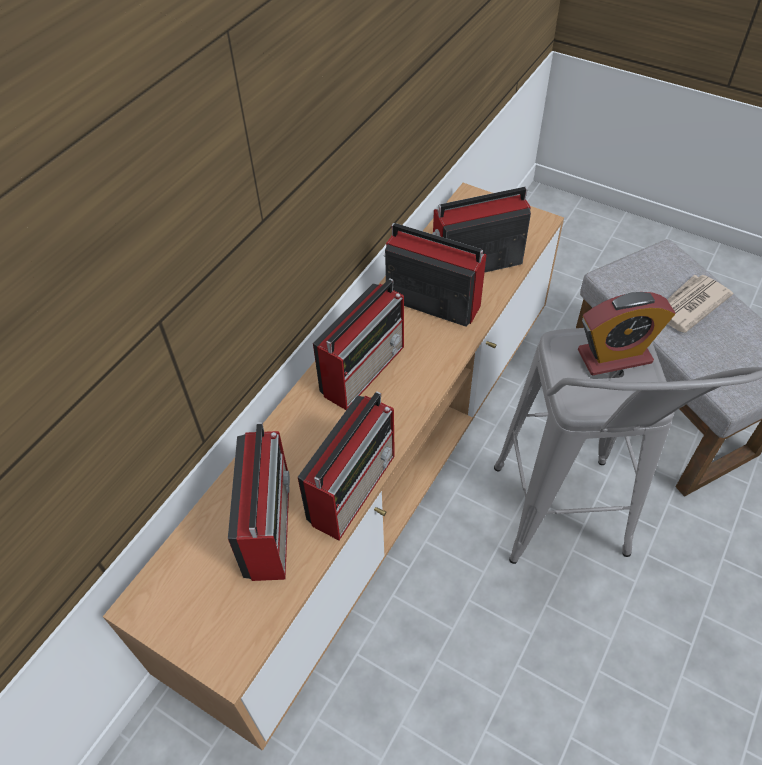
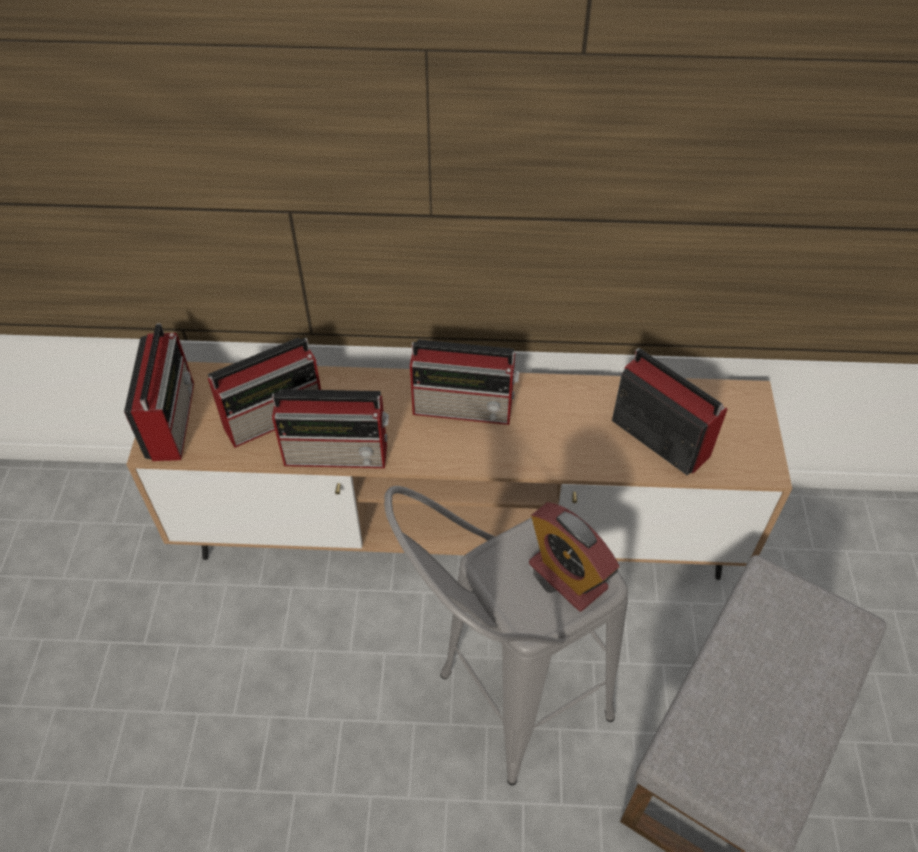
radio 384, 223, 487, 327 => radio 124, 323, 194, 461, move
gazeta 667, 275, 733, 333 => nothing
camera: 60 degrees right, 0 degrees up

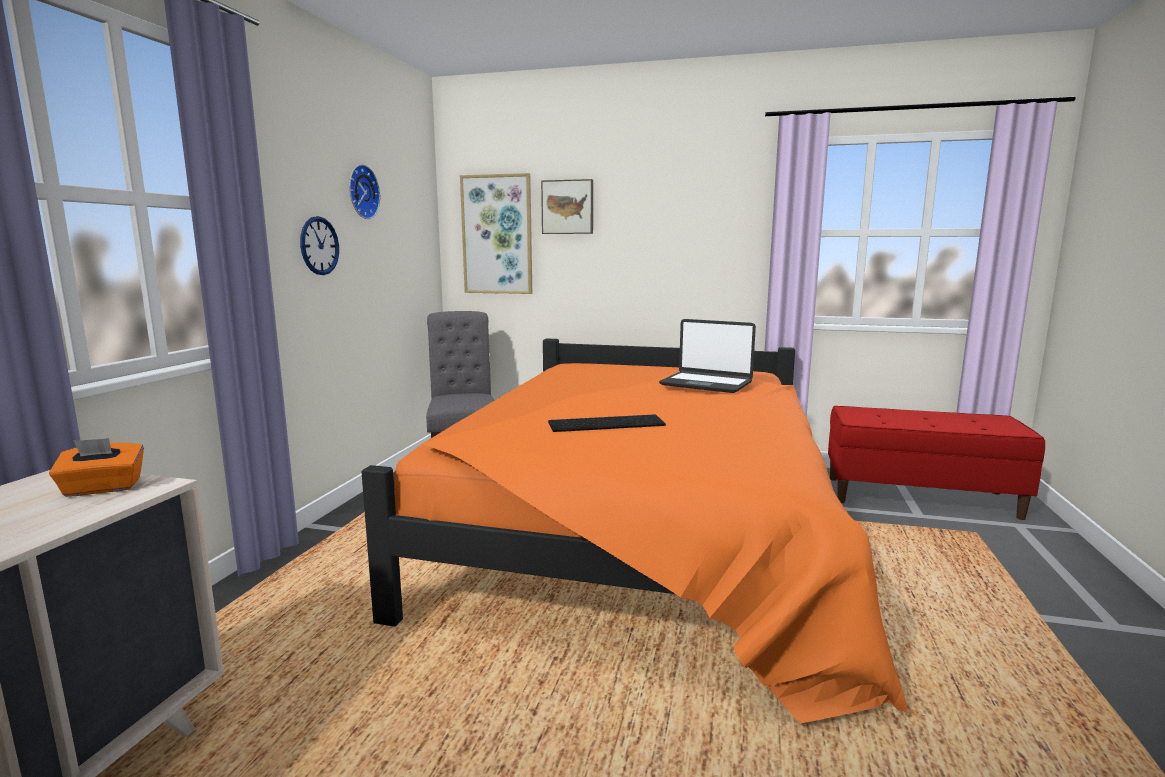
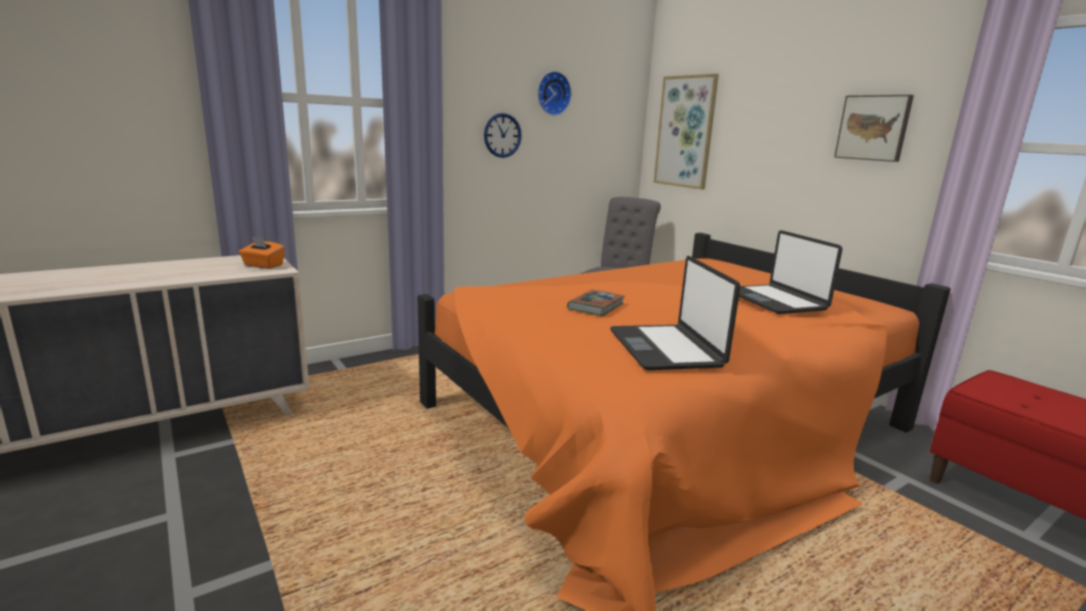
obraz 541, 179, 593, 234 => obraz 834, 95, 914, 162, move
klawiatura 548, 414, 666, 432 => książka 567, 290, 625, 316
nothing => laptop 610, 256, 740, 370
camera: 40 degrees right, 5 degrees up

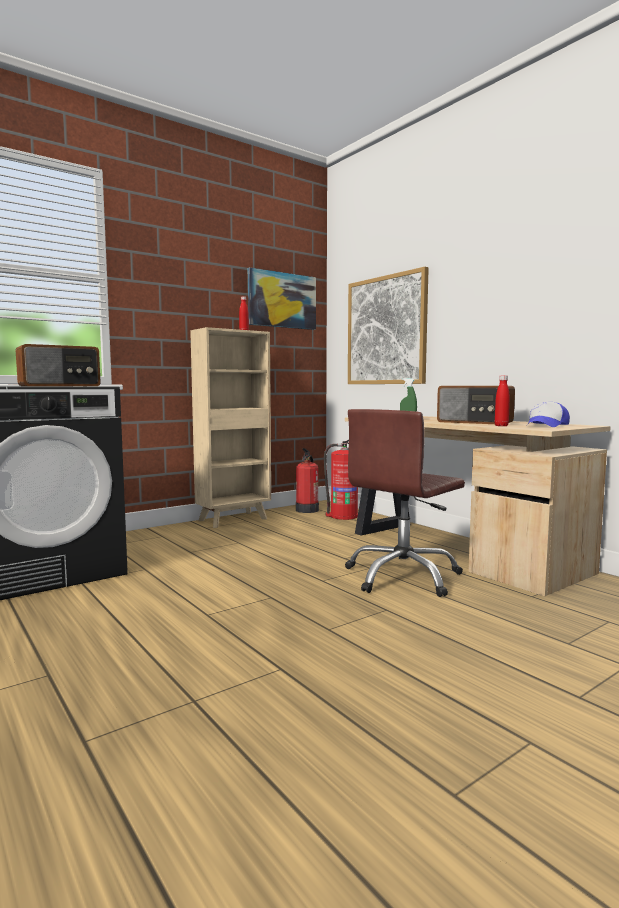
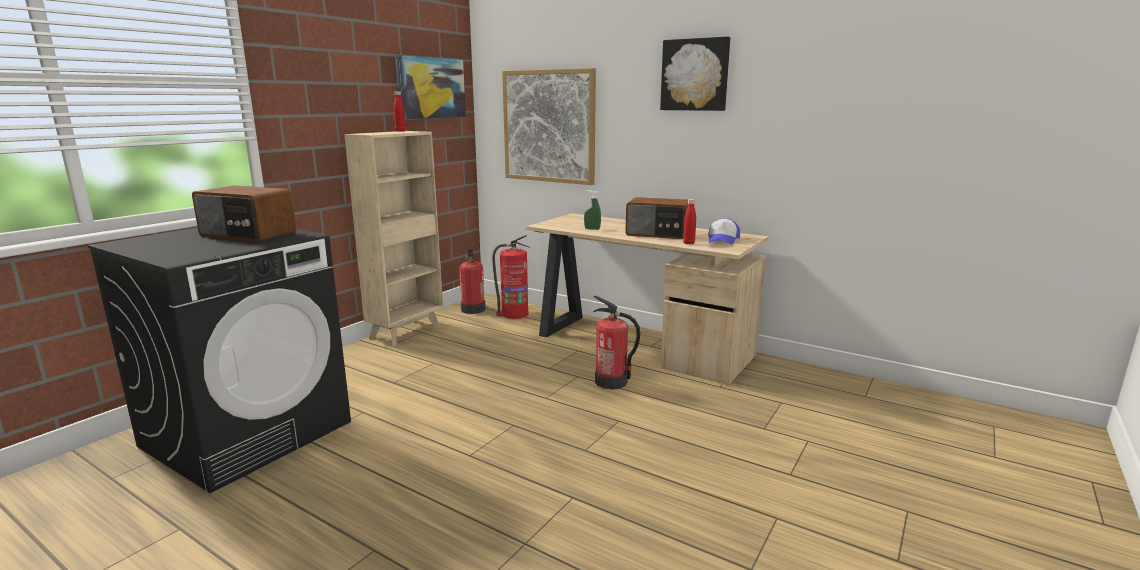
radio 16, 344, 101, 386 => radio 192, 185, 296, 242, 75 degrees clockwise
krzesło biurowe [brązowy] 345, 409, 465, 597 => gaśnica 593, 296, 640, 390
nothing => obraz 660, 37, 730, 111
camera: 20 degrees left, 10 degrees up

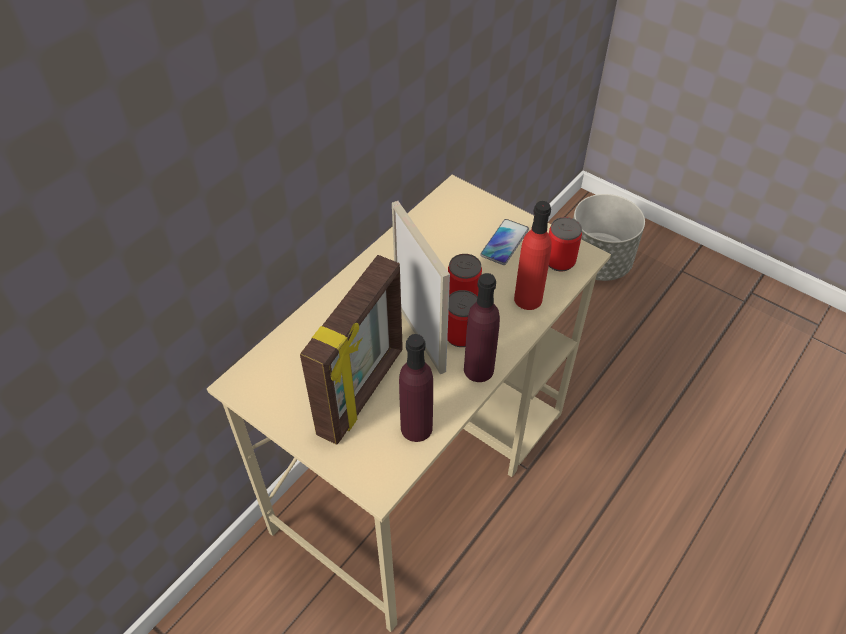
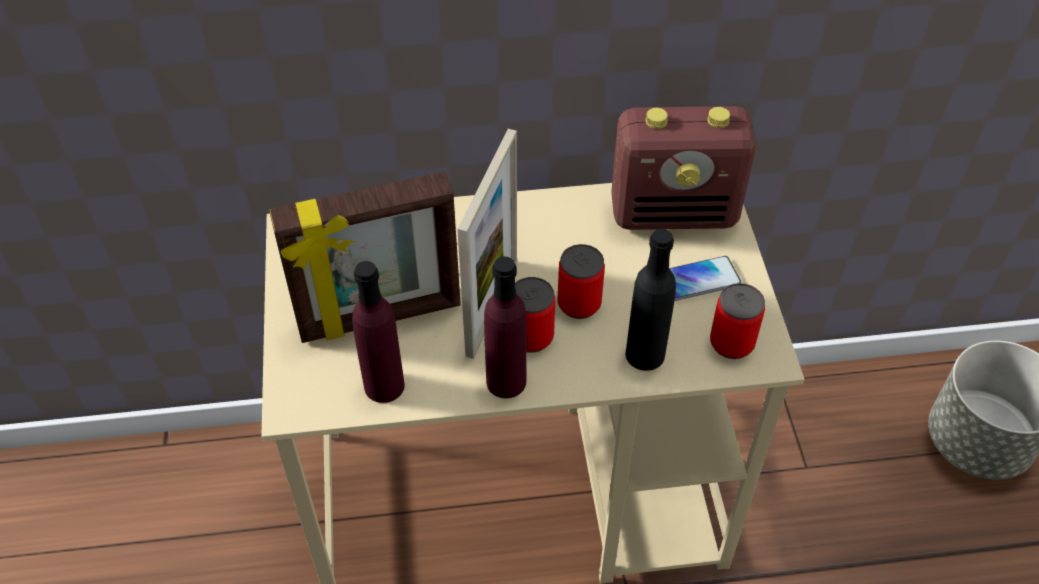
butelka [czerwony] 514, 201, 552, 310 => butelka [czarny] 625, 229, 676, 371
nothing => radio 611, 106, 756, 230
camera: 45 degrees right, 0 degrees up

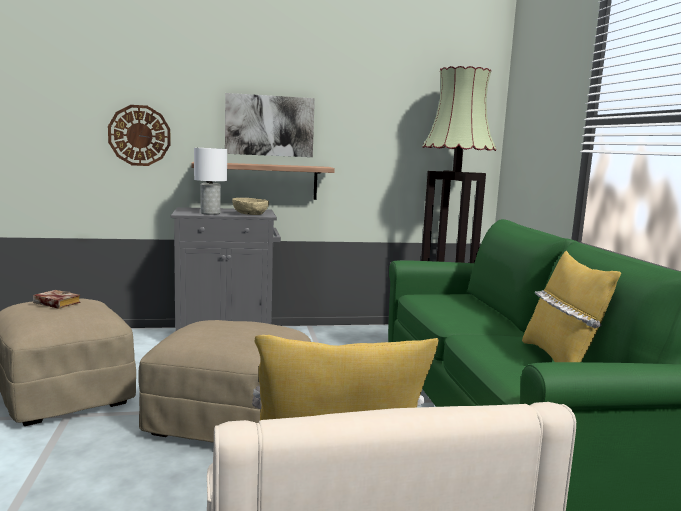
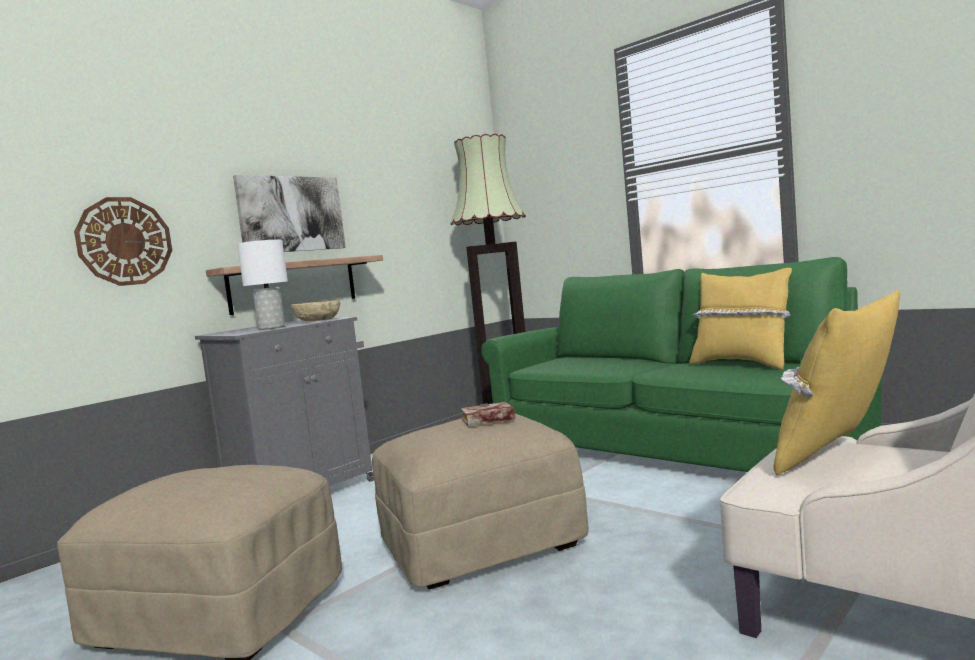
książka 33, 290, 81, 309 => książka 461, 402, 515, 426, move
camera: 35 degrees left, 5 degrees down

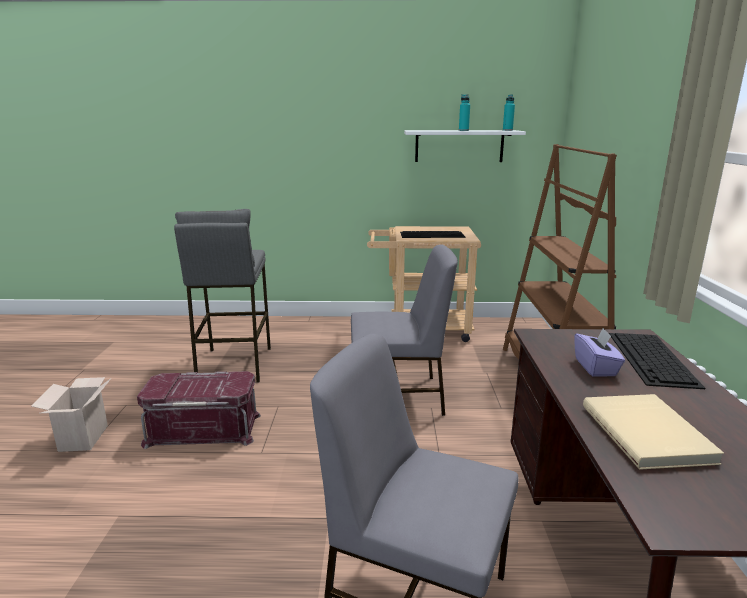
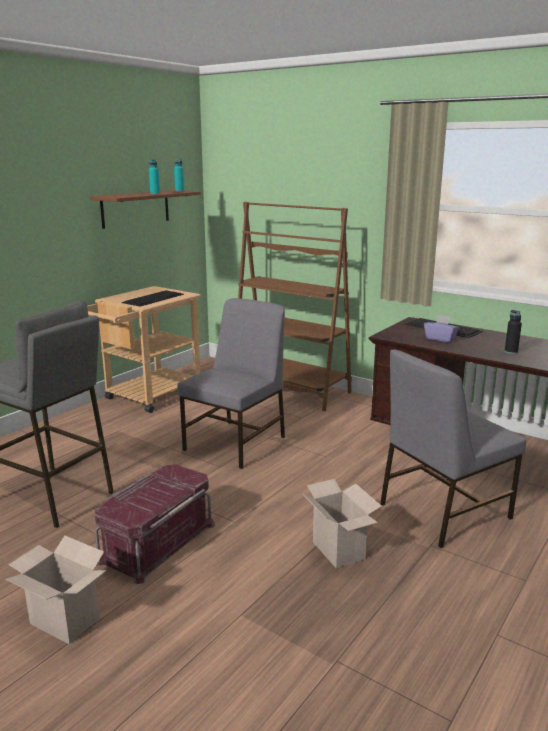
półka [biały] 404, 130, 526, 162 => półka [brązowy] 90, 190, 201, 229
książka [beżowy] 583, 394, 724, 470 => butelka [czarny] 505, 310, 522, 354
nothing => karton 302, 479, 382, 568
camera: 55 degrees left, 0 degrees up

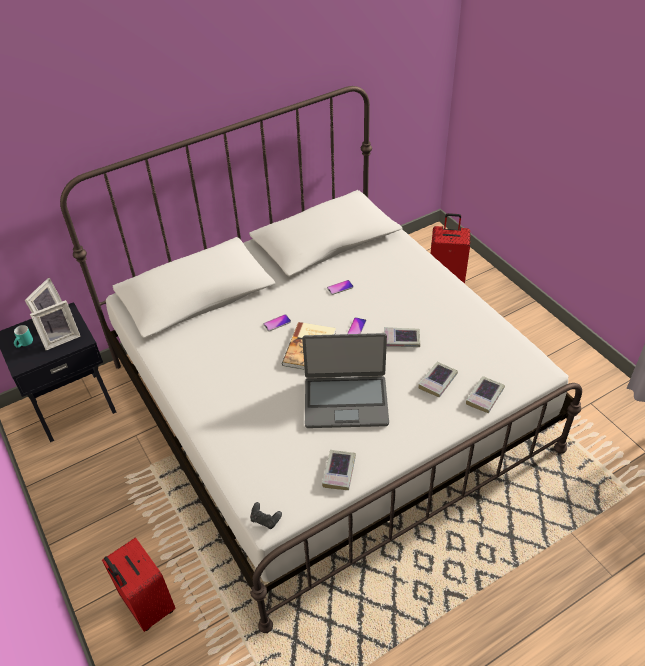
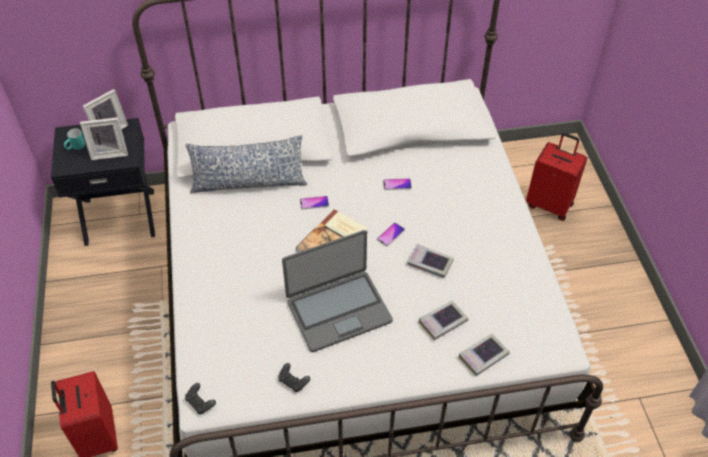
laptop 302, 333, 389, 428 => laptop 282, 230, 393, 352, 45 degrees counterclockwise
książka 322, 450, 356, 490 => pad do gier [czarny] 278, 363, 310, 392
nothing => poduszka 186, 135, 307, 193
camera: 20 degrees right, 5 degrees up

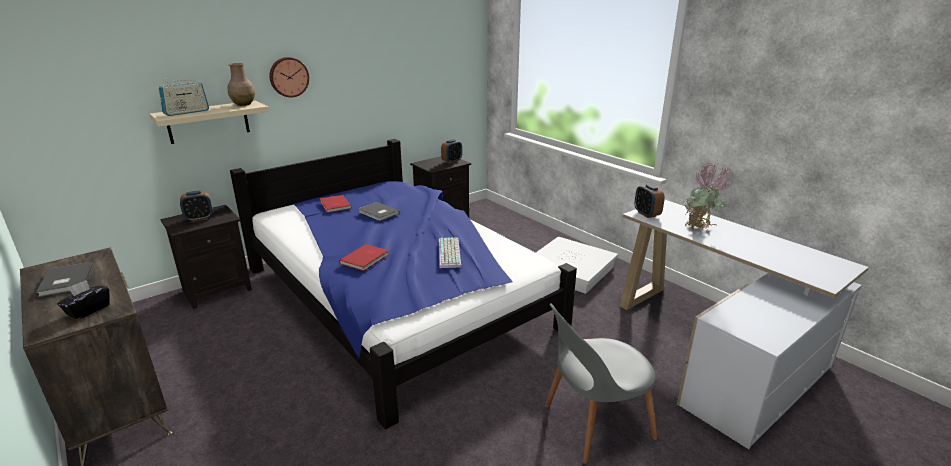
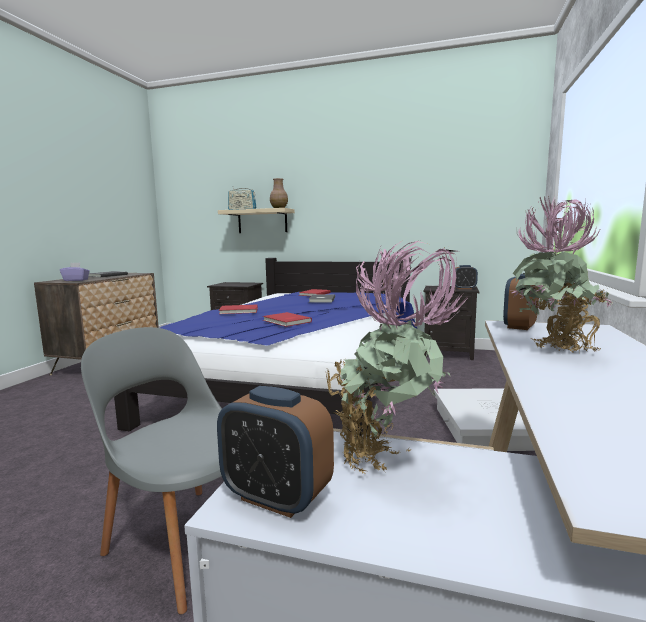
pudełko chusteczek [czarny] 57, 280, 110, 320 => pudełko chusteczek [fioletowy] 60, 263, 90, 281
budzik 180, 191, 213, 222 => budzik 217, 386, 334, 518, move
zegar ścienny 270, 57, 309, 98 => nothing
klawiatura 439, 237, 462, 268 => książka [czerwony] 263, 312, 312, 327
nothing => roślina doniczkowa 326, 239, 470, 475
camera: 55 degrees right, 15 degrees down

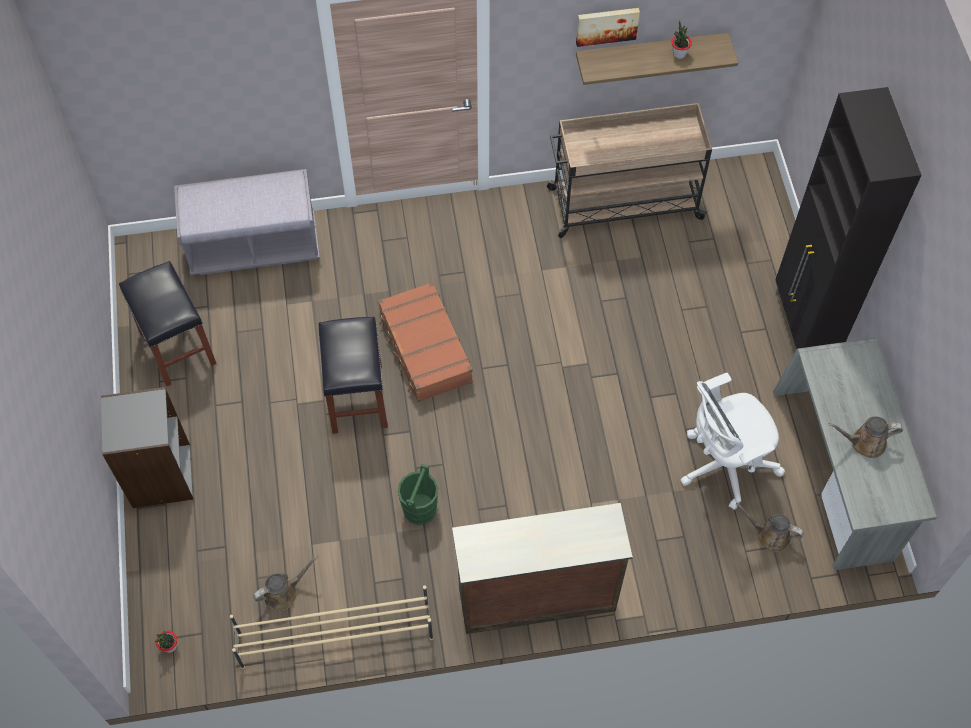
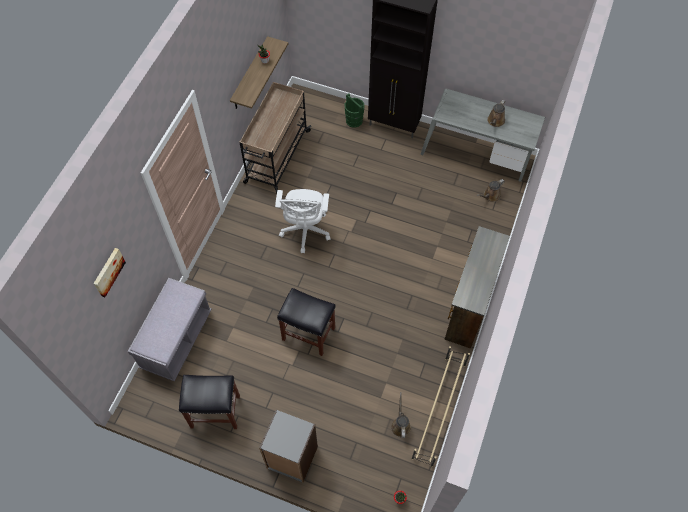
walizka [brązowy] 378, 282, 473, 402 => nothing
wiadro [zielony] 397, 464, 438, 525 => wiadro [zielony] 345, 94, 365, 128, move
obraz 576, 8, 640, 47 => obraz 93, 248, 126, 297, move
krzesło biurowe [biały] 681, 373, 785, 510 => krzesło biurowe [biały] 275, 189, 331, 253, move
camera: 60 degrees left, 0 degrees up

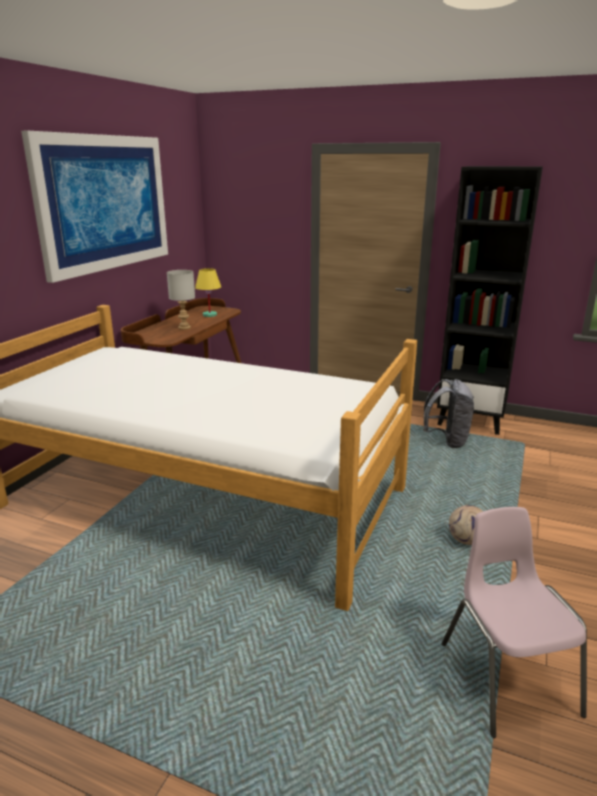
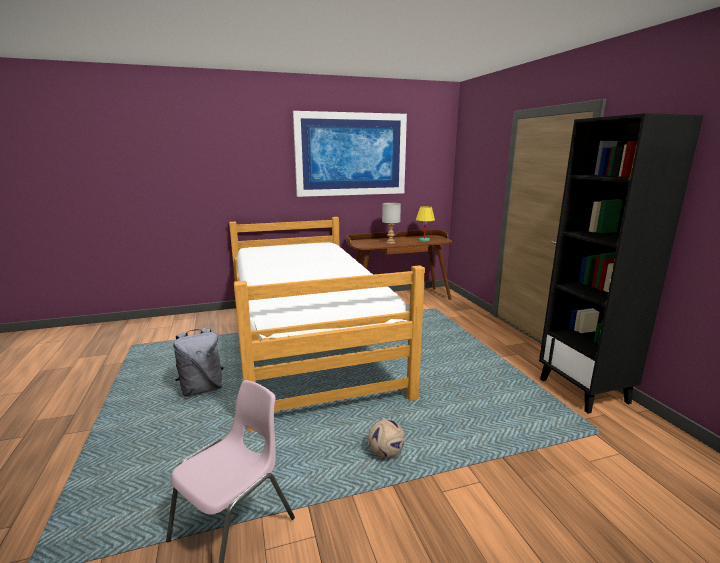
plecak [szary] 423, 379, 474, 448 => plecak [szary] 173, 328, 224, 397, move
camera: 50 degrees right, 5 degrees down

